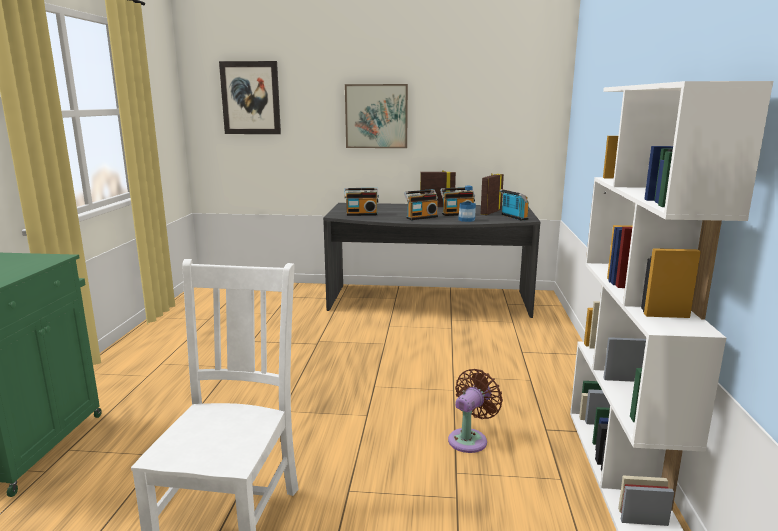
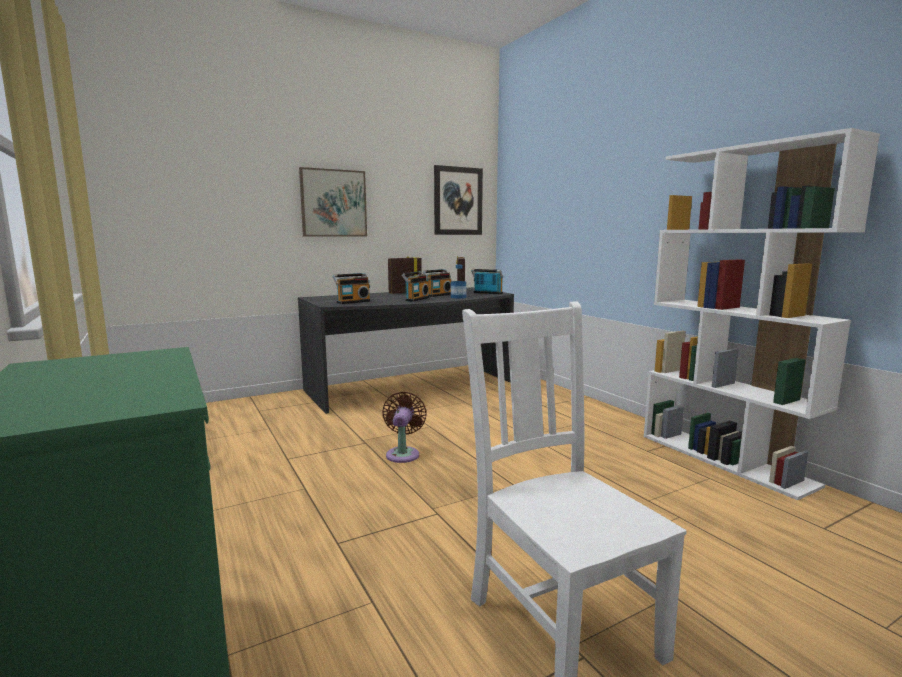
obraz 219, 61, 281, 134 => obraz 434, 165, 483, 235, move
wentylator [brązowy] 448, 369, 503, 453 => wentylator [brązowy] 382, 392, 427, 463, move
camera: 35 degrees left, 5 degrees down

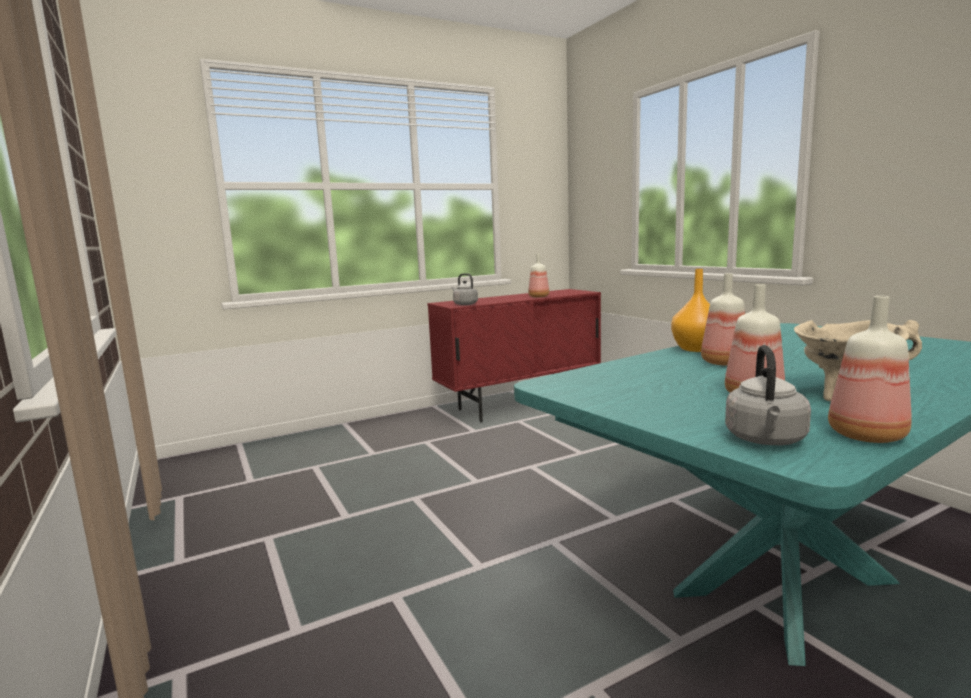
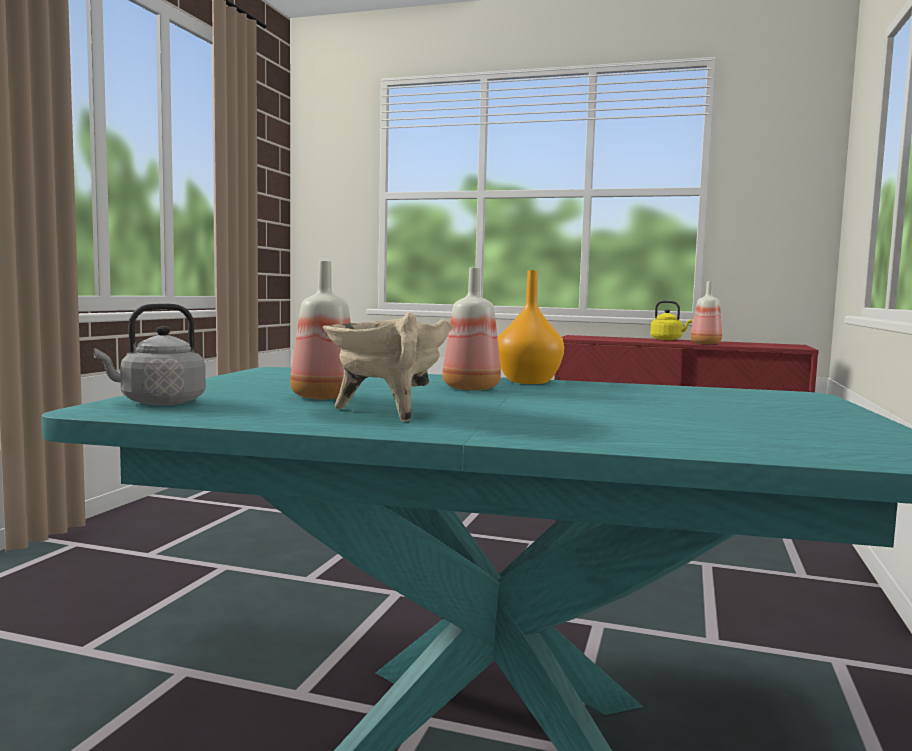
czajnik [szary] 452, 273, 478, 305 => nothing
butelka 828, 296, 911, 443 => nothing
nothing => czajnik [żółty] 650, 300, 692, 340
camera: 45 degrees right, 5 degrees down

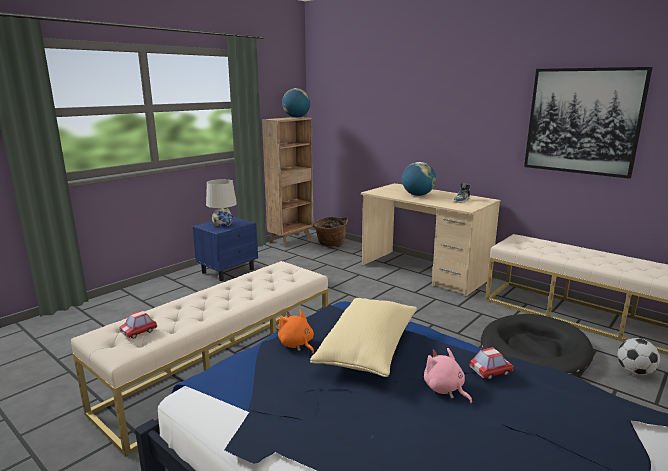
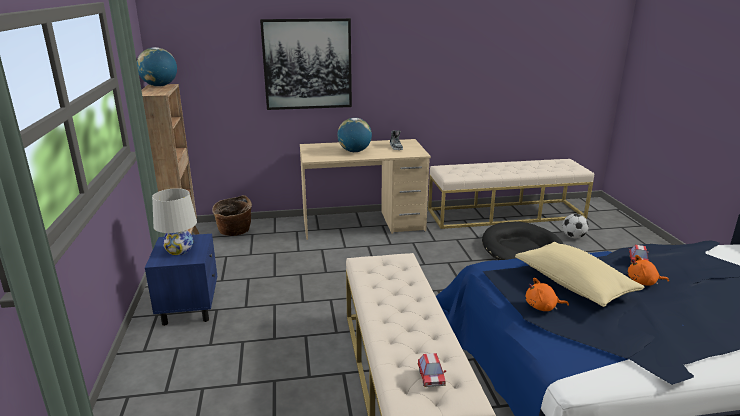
pluszak [różowy] 424, 348, 472, 404 => pluszak [pomarańczowy] 628, 255, 669, 286
obraz 524, 67, 653, 179 => obraz 260, 18, 352, 110, move
camera: 50 degrees left, 5 degrees up

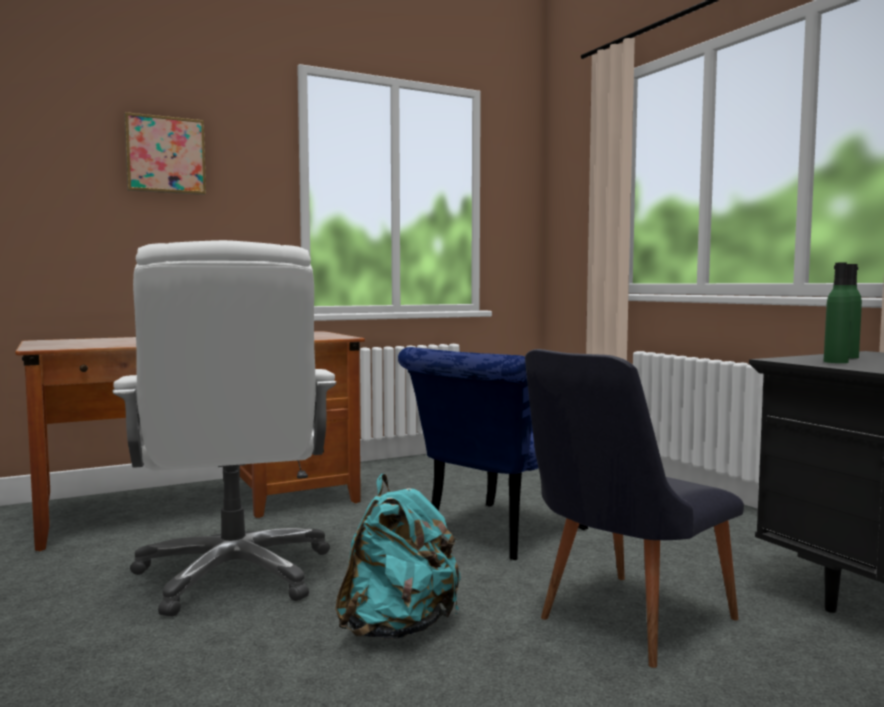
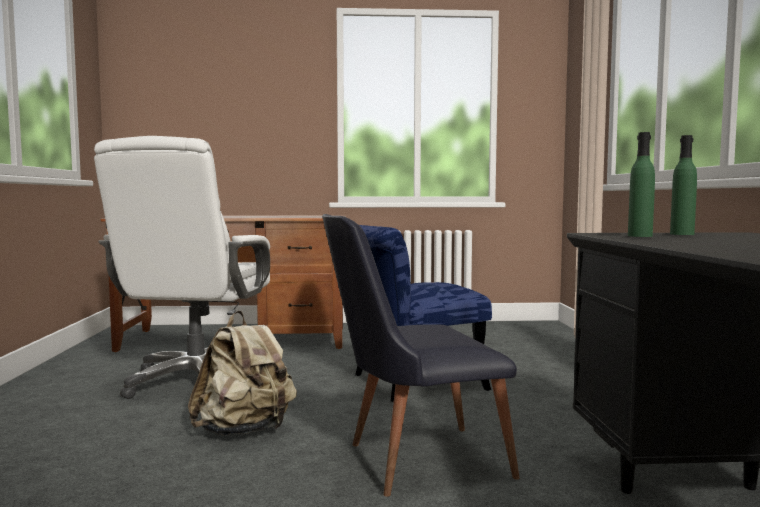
obraz 124, 112, 206, 195 => nothing
plecak [turkusowy] 335, 474, 461, 639 => plecak [beżowy] 188, 311, 297, 436
camera: 25 degrees right, 0 degrees up

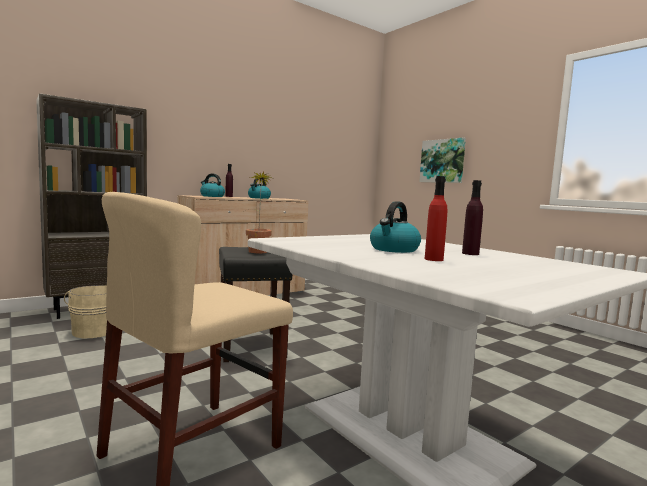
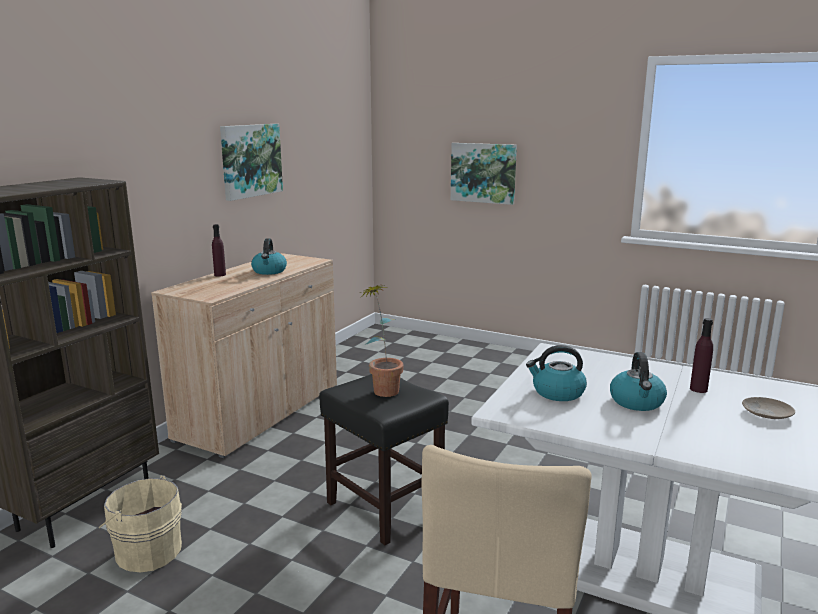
czajnik 200, 174, 225, 197 => czajnik 526, 345, 587, 401, move
butelka [czerwony] 425, 176, 447, 261 => nothing
nothing => obraz 220, 124, 283, 201
nothing => talerz [beżowy] 742, 397, 795, 419
camera: 25 degrees left, 10 degrees up

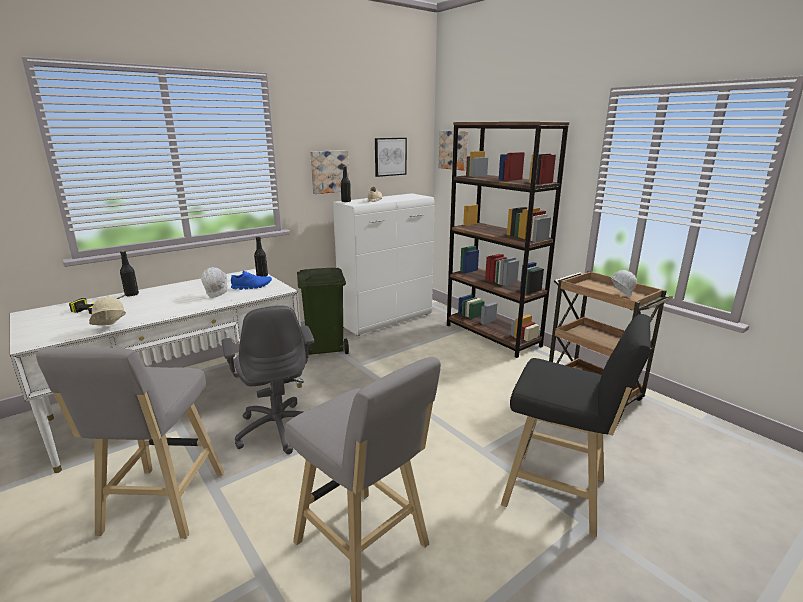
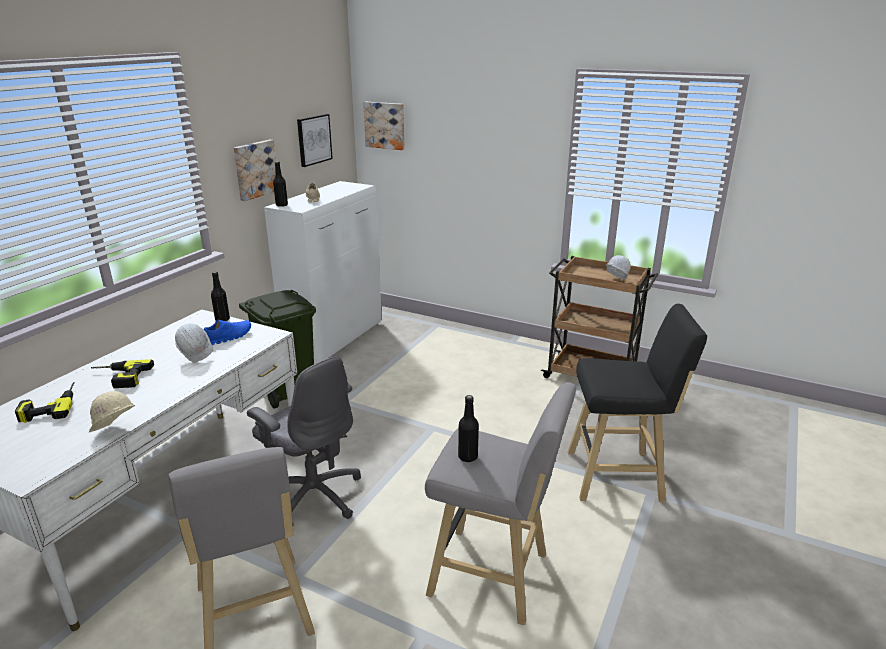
butelka [czarny] 120, 251, 139, 296 => butelka [czarny] 458, 395, 479, 462, move
regał [brązowy] 447, 122, 570, 358 => nothing
nothing => wiertarka 91, 359, 154, 388
camera: 25 degrees left, 5 degrees up

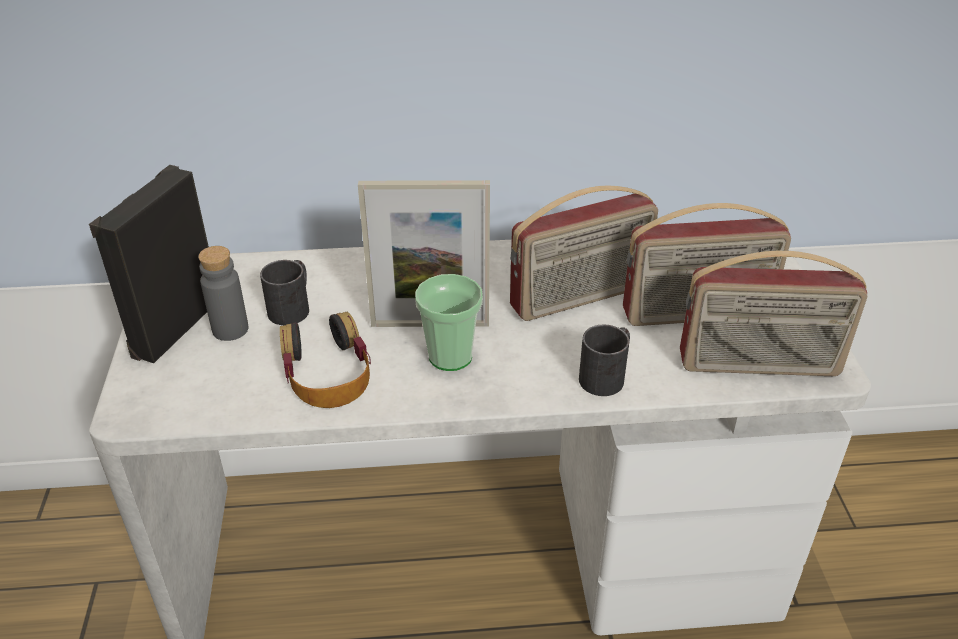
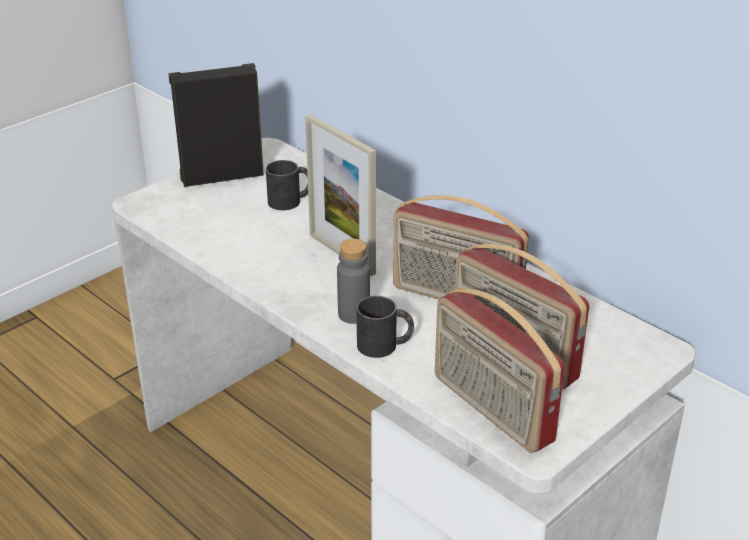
butelka [szary] 198, 246, 249, 341 => butelka [szary] 337, 239, 370, 324, move
słuchawki 280, 312, 371, 408 => nothing
filiżanka 415, 274, 483, 371 => nothing
camera: 50 degrees right, 5 degrees down

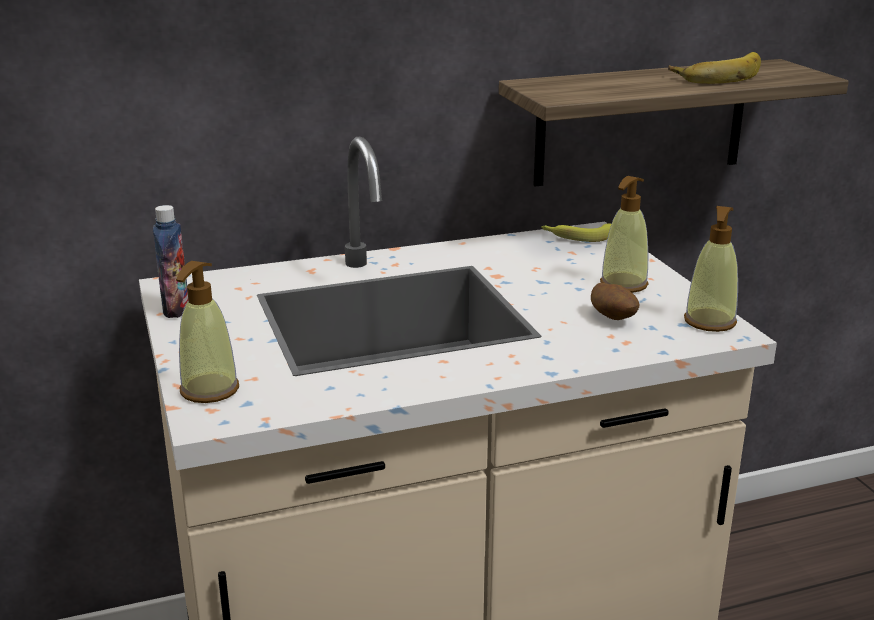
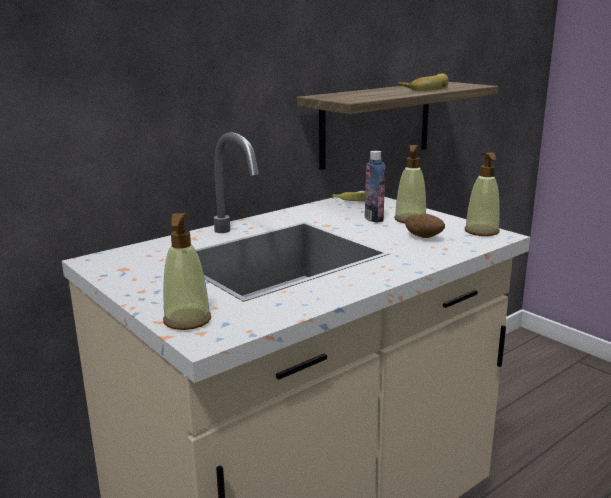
butelka 153, 205, 188, 318 => butelka 365, 151, 385, 223, move
camera: 20 degrees left, 5 degrees down

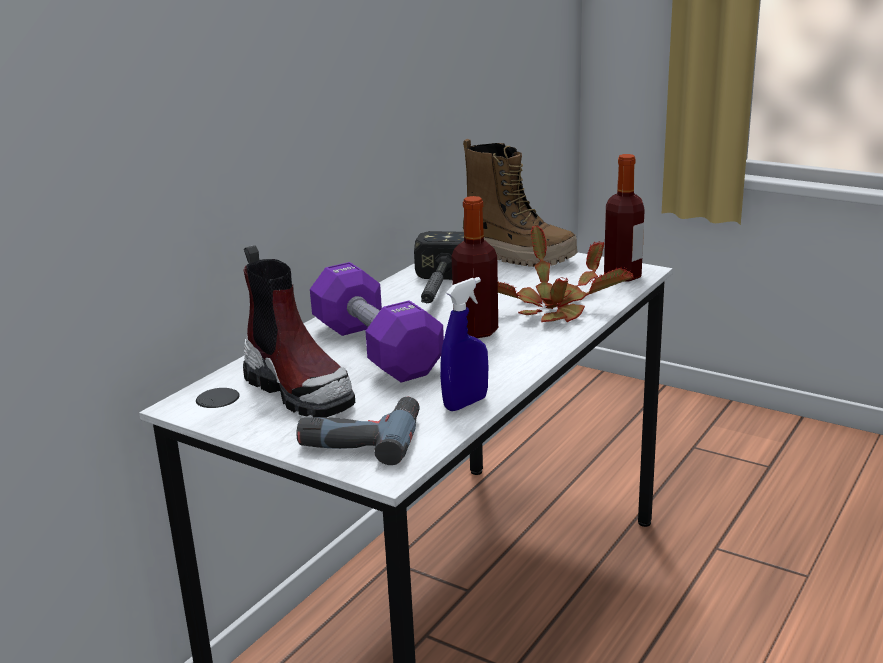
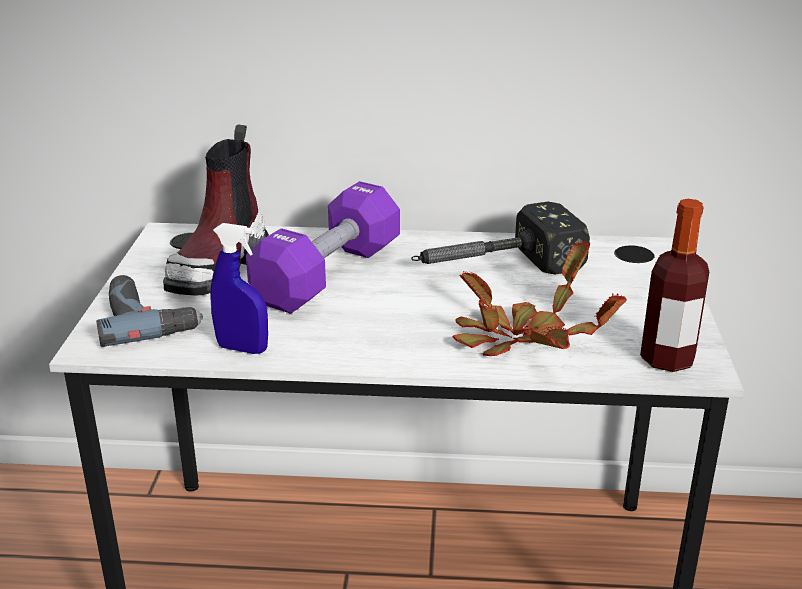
butelka 452, 196, 498, 338 => nothing
but z cholewką 463, 139, 577, 267 => nothing
camera: 60 degrees right, 5 degrees up

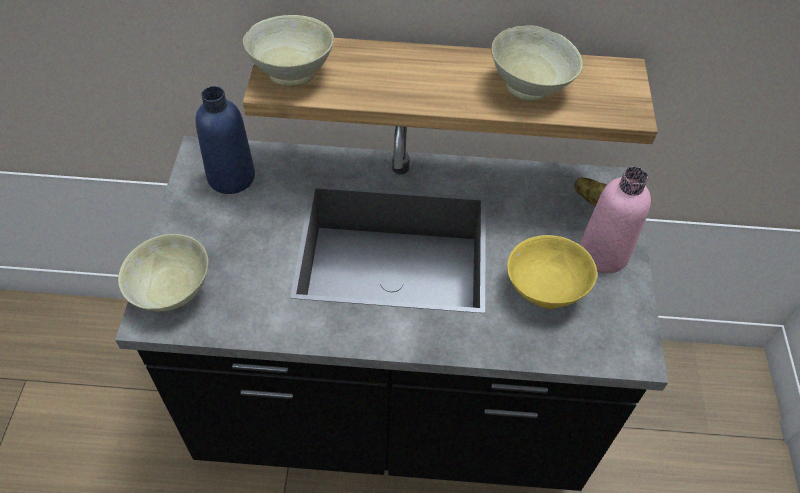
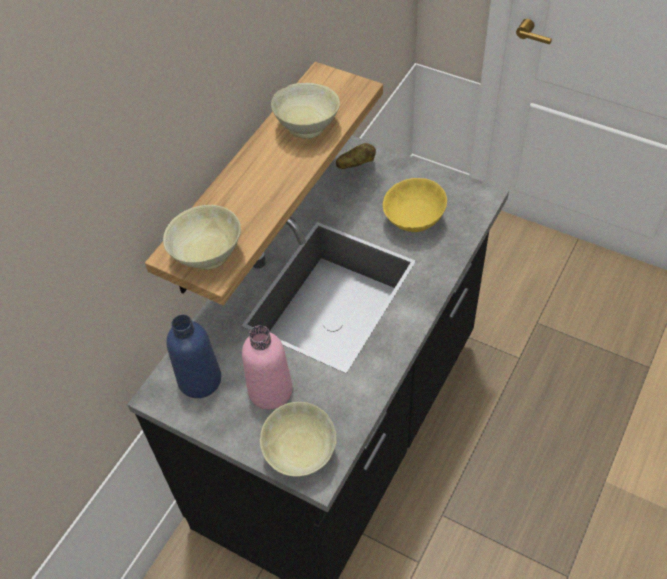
butelka [różowy] 580, 167, 651, 273 => butelka [różowy] 242, 325, 292, 410, move
camera: 60 degrees left, 0 degrees up

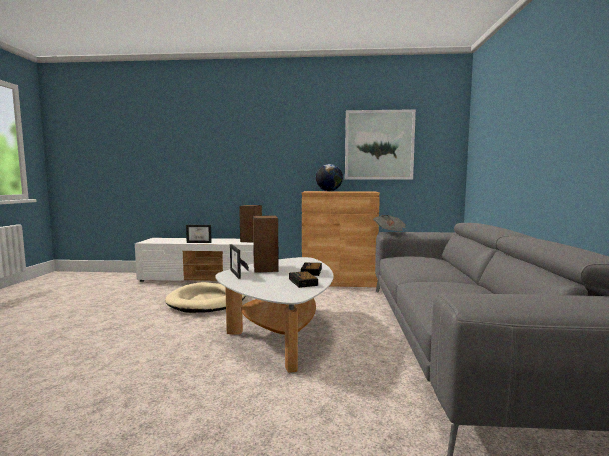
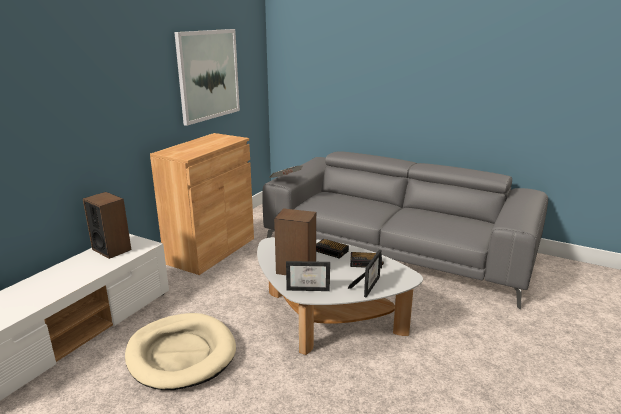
ramka na zdjęcie 186, 225, 212, 243 => ramka na zdjęcie 348, 250, 381, 298, move
globus 316, 164, 343, 191 => nothing
camera: 65 degrees left, 15 degrees up

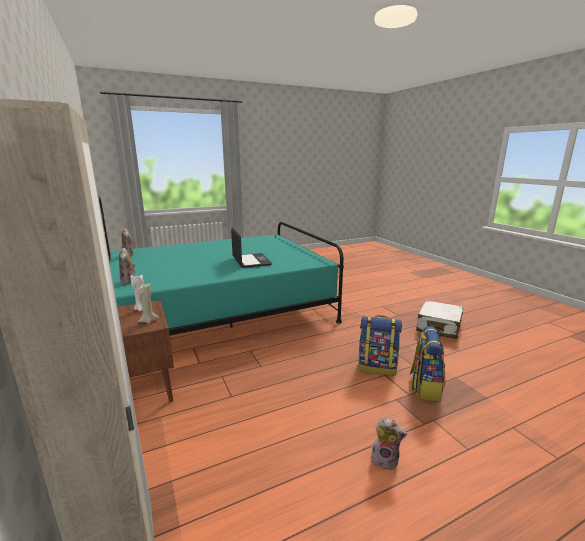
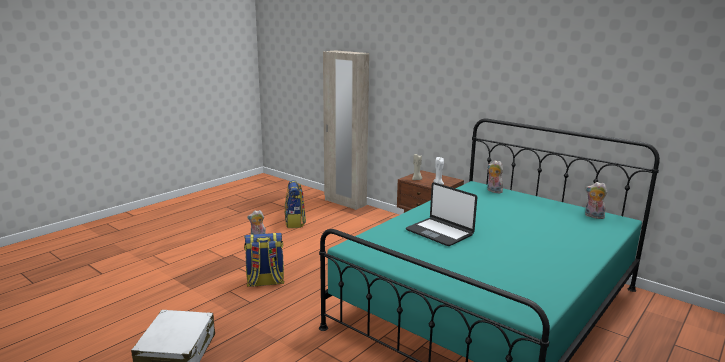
plecak 410, 326, 445, 401 => plecak 284, 180, 306, 228, move
camera: 155 degrees right, 0 degrees up

